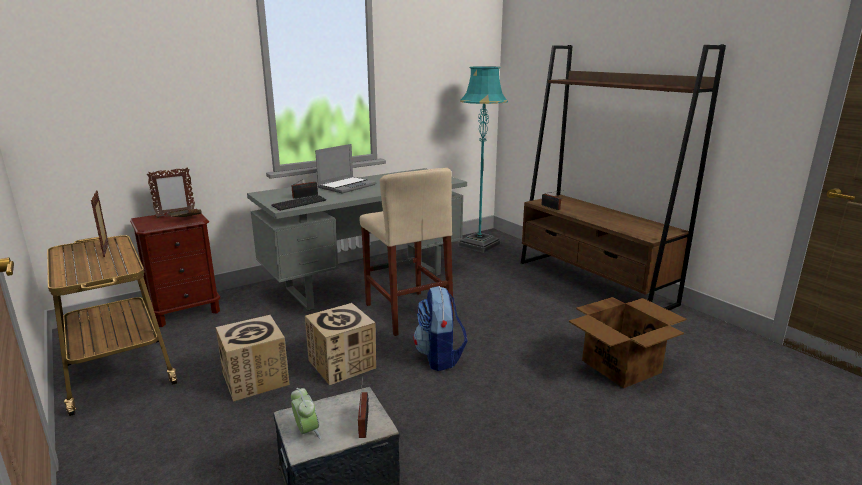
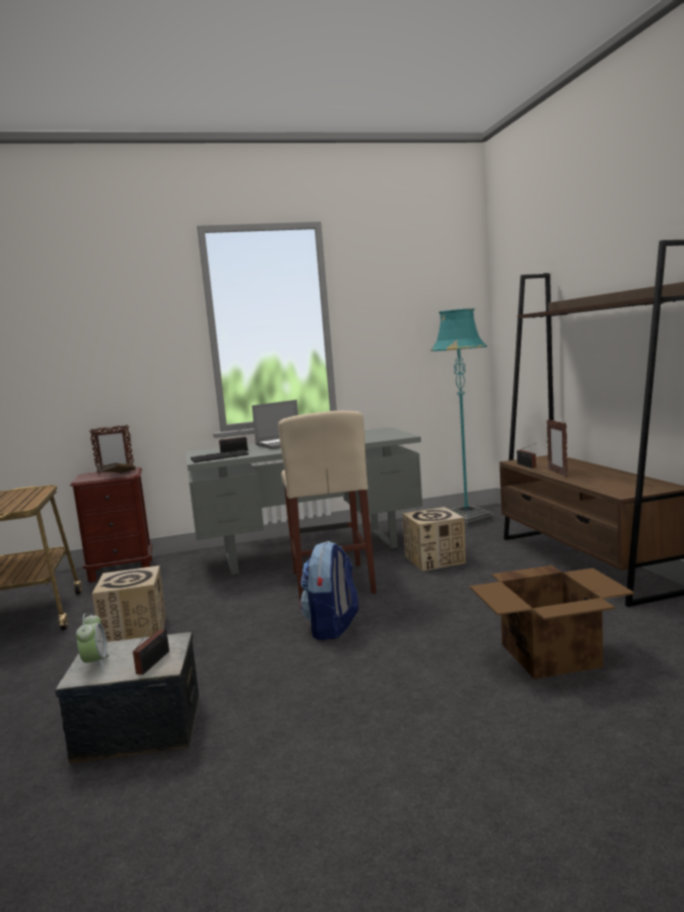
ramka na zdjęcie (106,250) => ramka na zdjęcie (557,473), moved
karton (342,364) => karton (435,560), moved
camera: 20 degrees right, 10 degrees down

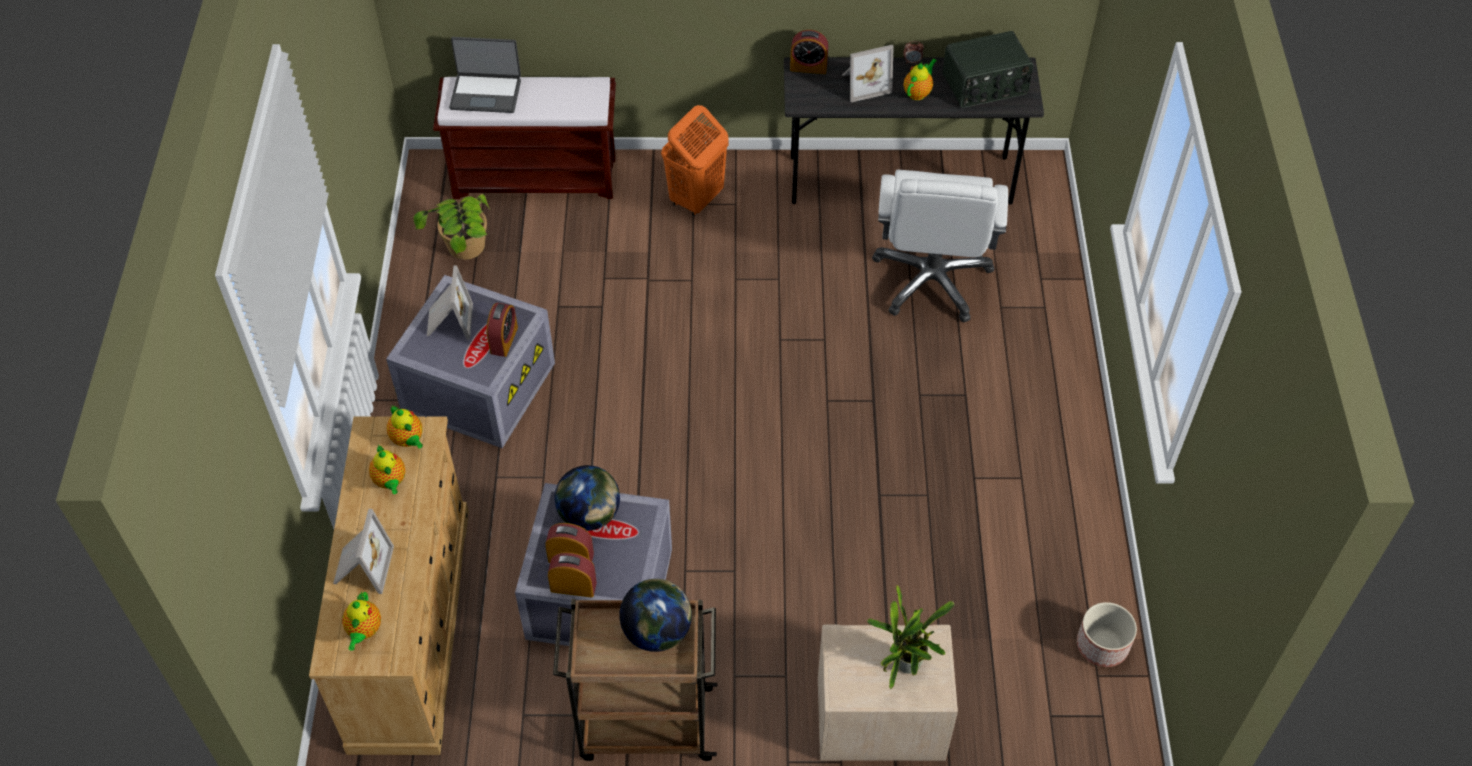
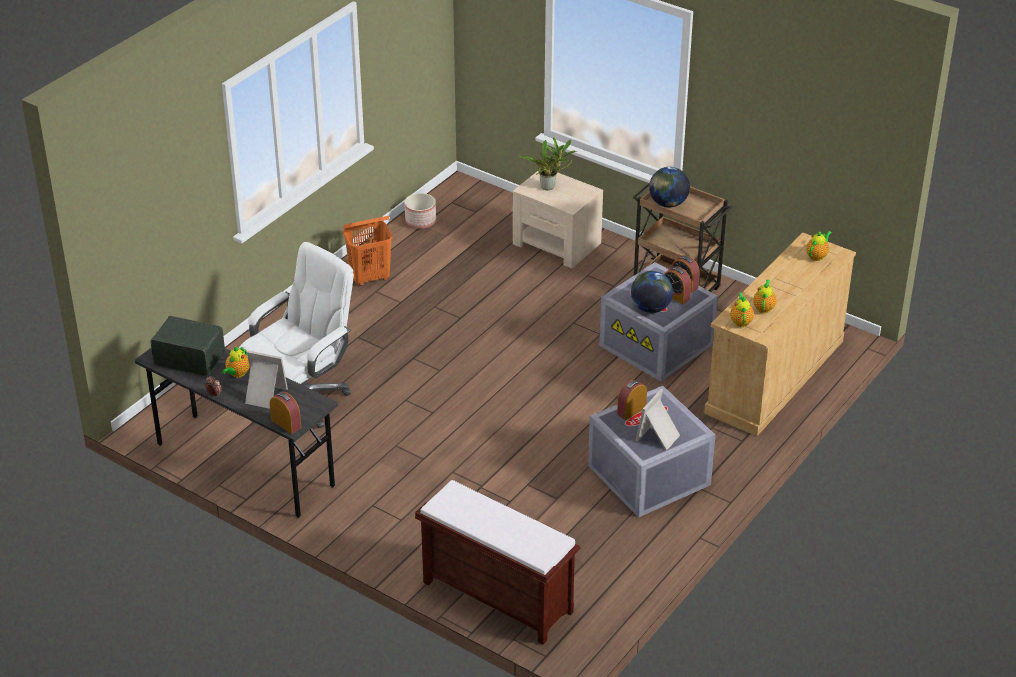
ramka na zdjęcie (361,567) => nothing
roślina doniczkowa (467,261) => nothing
laptop (486,93) => nothing
kosz na pranie (pomarańczowy) (696,199) => kosz na pranie (pomarańczowy) (370,278), moved
imbryk (918,92) => imbryk (237,374), 45 degrees counterclockwise
camera: 145 degrees left, 15 degrees down

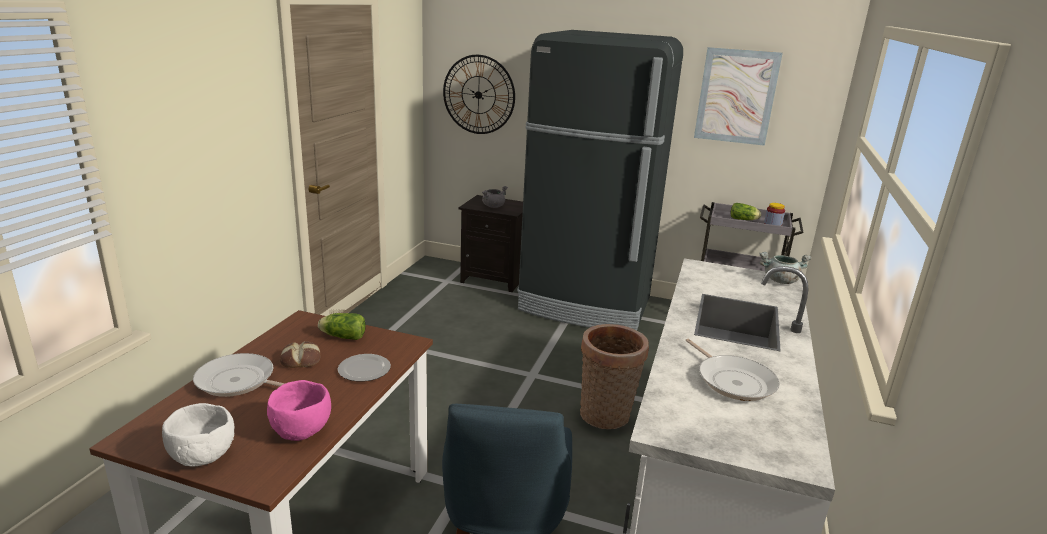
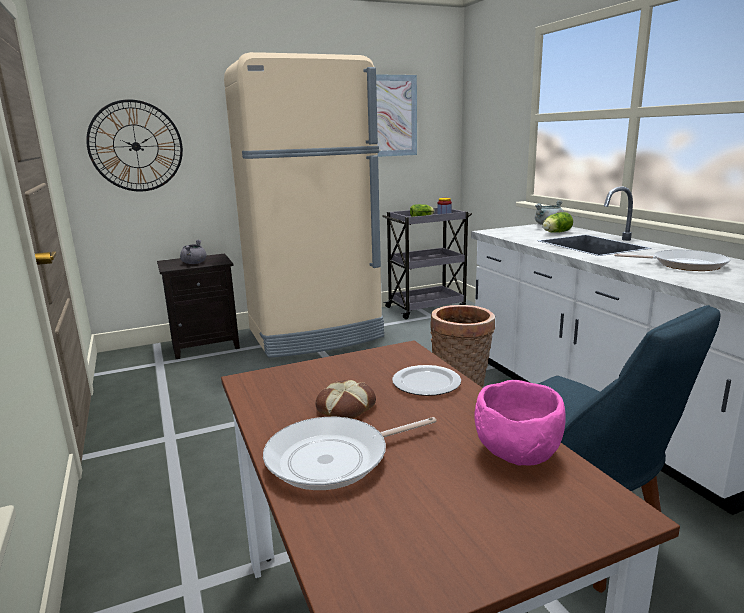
miska (biały) (201,457) => nothing
sałata (342,336) => sałata (555,232), moved
lodówka (czarny) (585,305) => lodówka (beżowy) (316,334)
camera: 40 degrees left, 5 degrees down

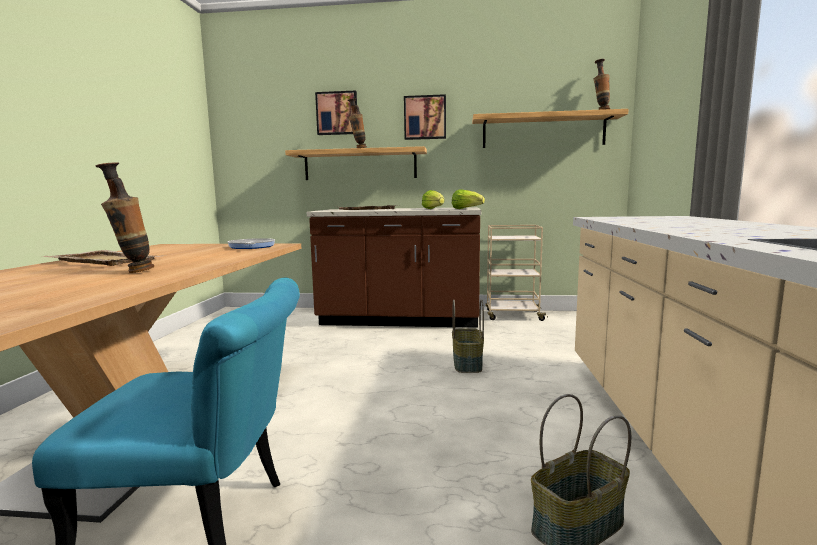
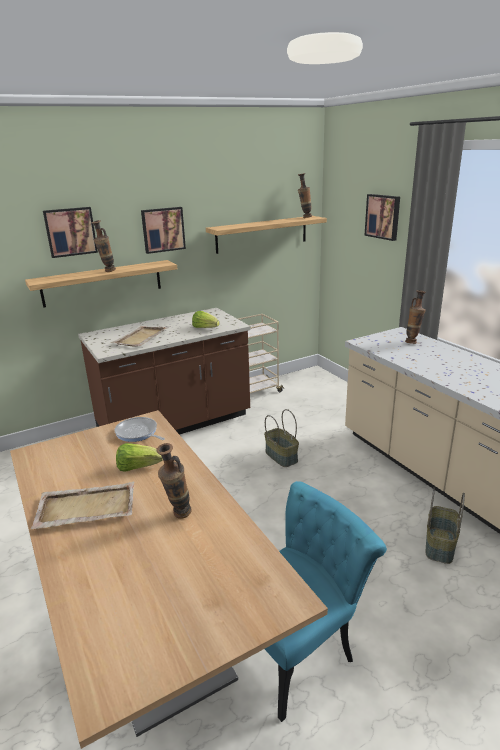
nothing => obraz (383,216)
nothing => wazon (412,342)
sałata (466,209) => sałata (138,467), moved
camera: 35 degrees left, 15 degrees up

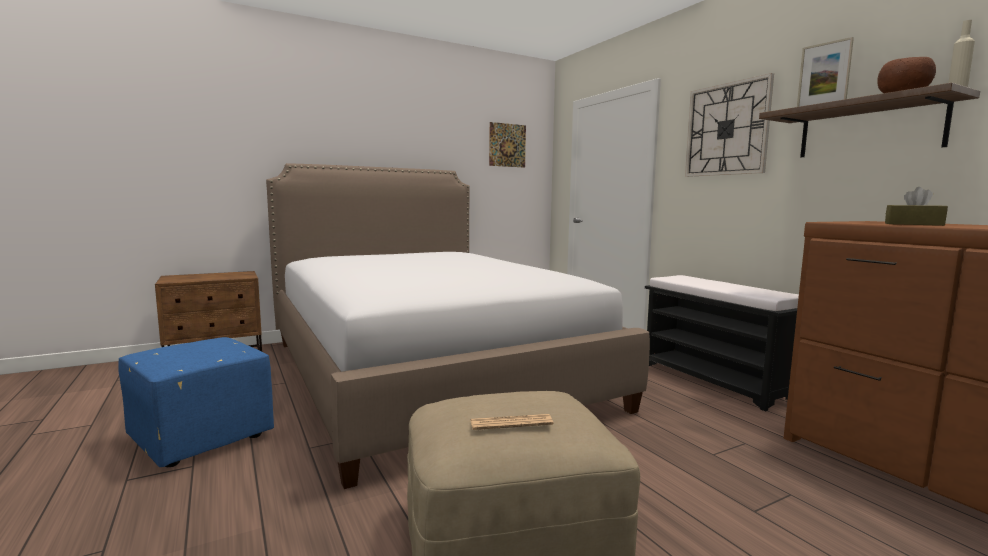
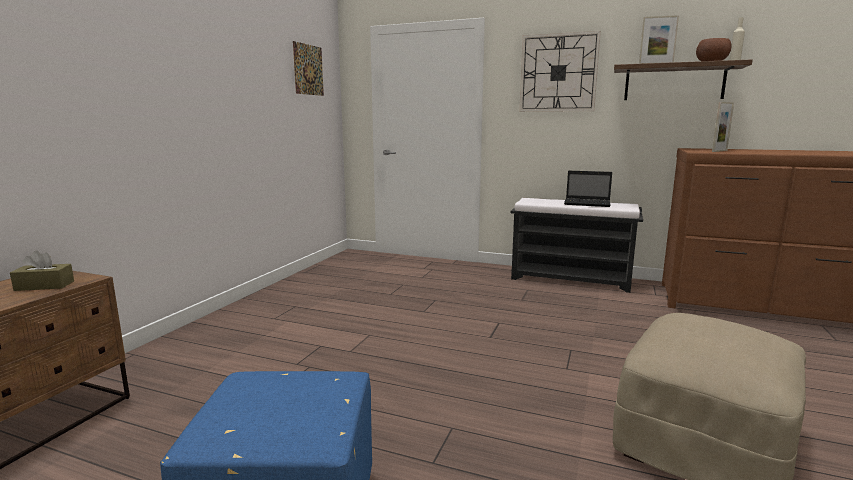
łóżko (428,372) => nothing
gazeta (511,423) => nothing
nothing => laptop (588,204)
nothing => ramka na zdjęcie (719,151)
pudełko chusteczek (brązowy) (913,224) => pudełko chusteczek (brązowy) (44,286), moved
camera: 40 degrees left, 5 degrees up

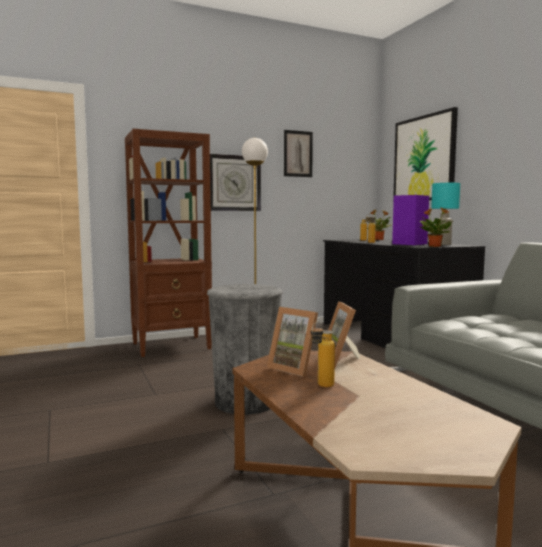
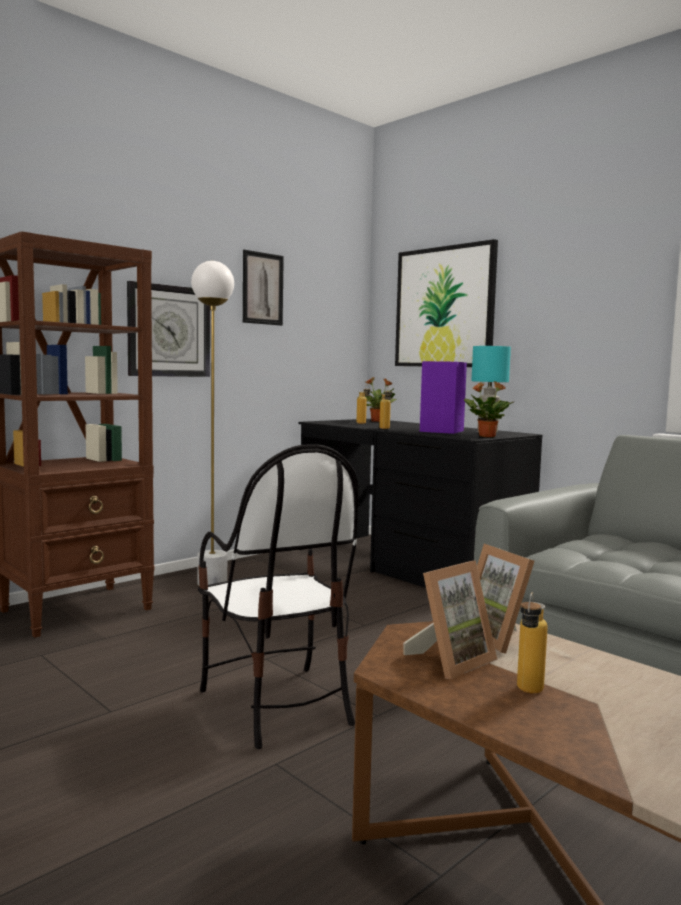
kosz na śmieci (szary) (245,402) => krzesło (276,704)
ramka na zdjęcie (295,368) => ramka na zdjęcie (450,661), 60 degrees counterclockwise
camera: 20 degrees left, 0 degrees up

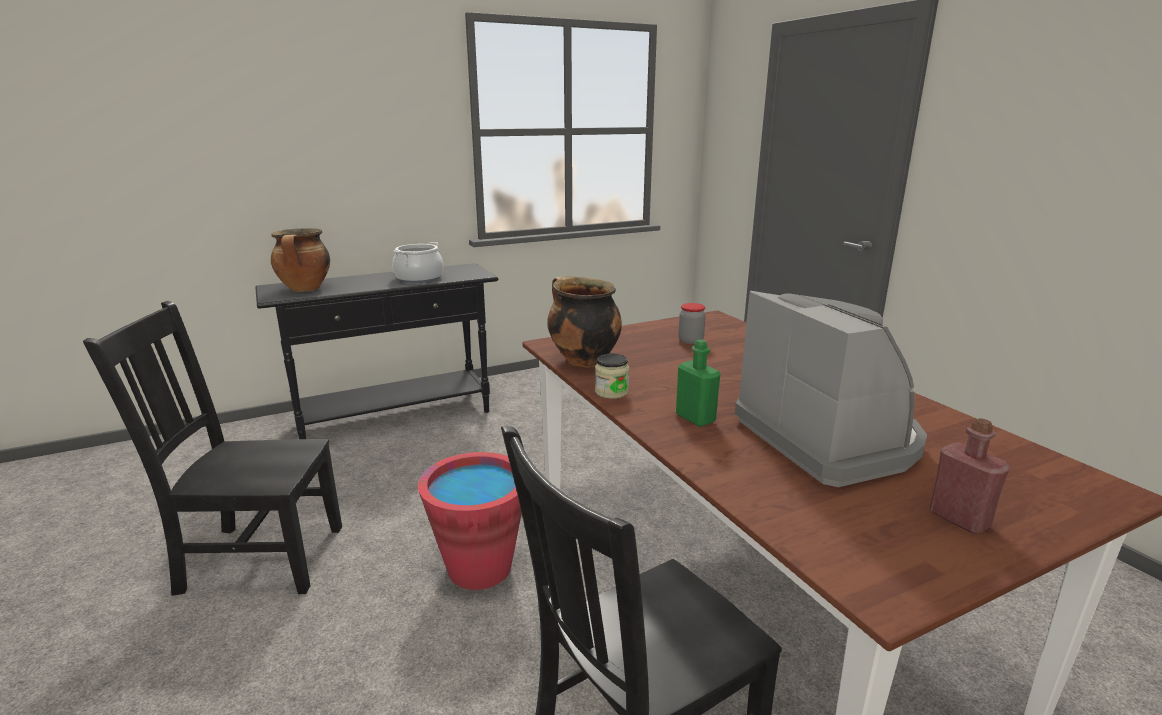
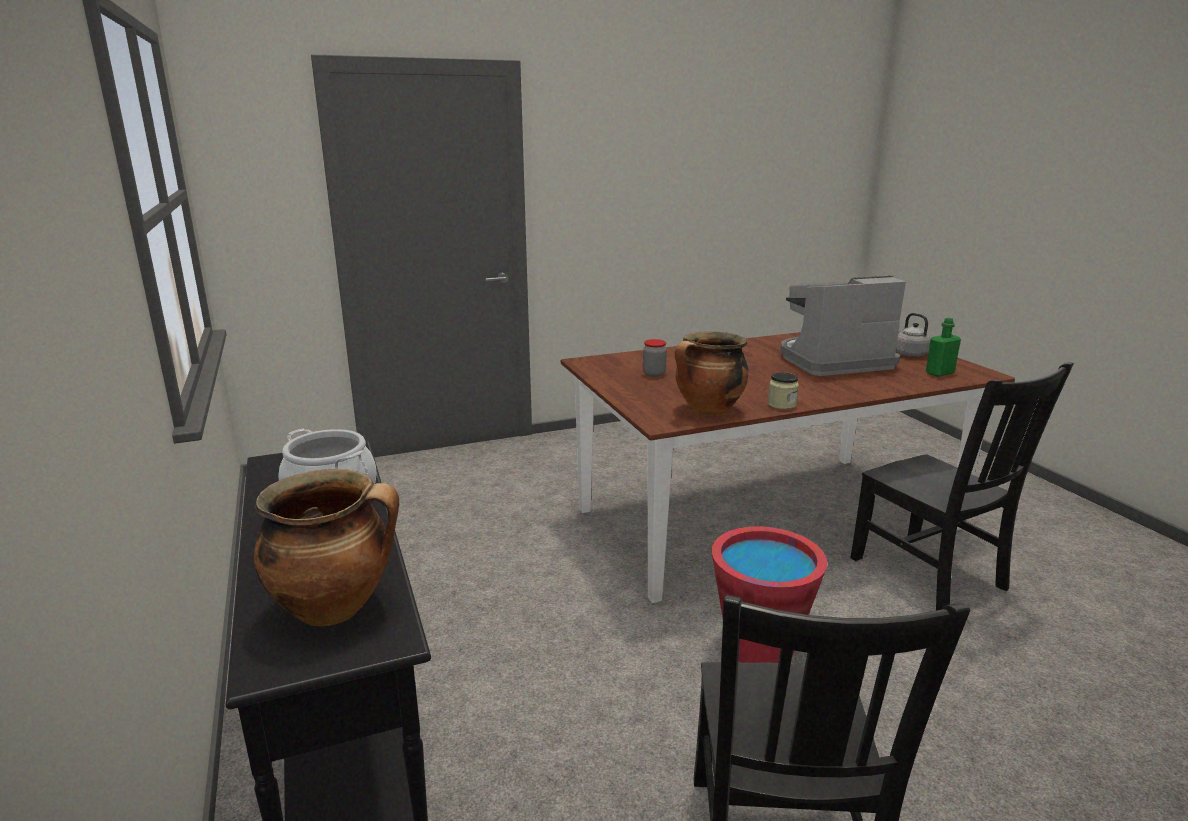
butelka (zielony) (695,418) => butelka (zielony) (939,373), moved
butelka (czerwony) (959,519) => czajnik (szary) (909,354)
camera: 85 degrees left, 0 degrees up

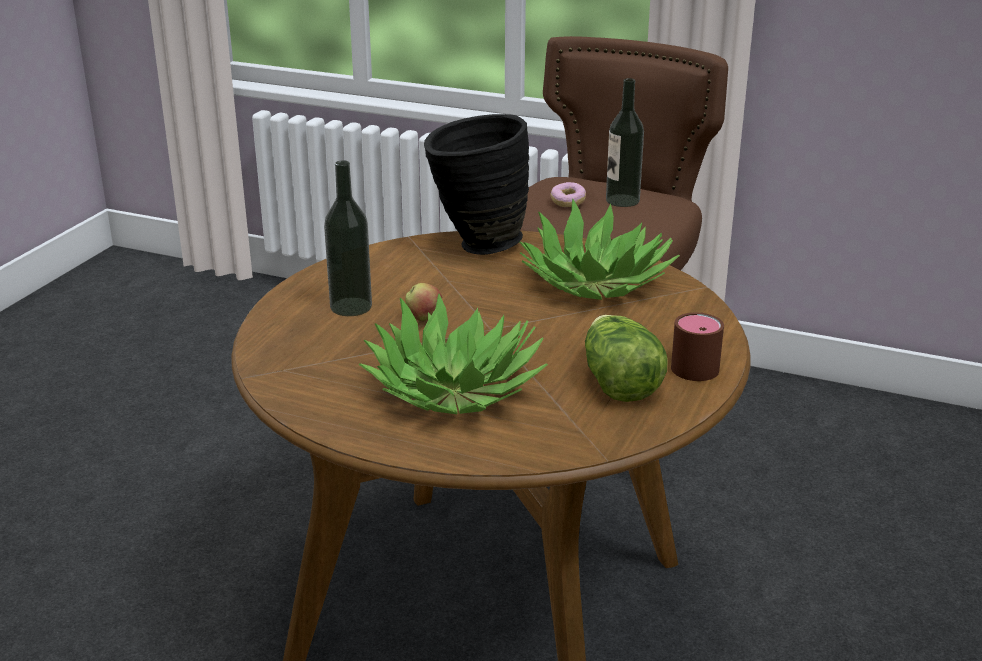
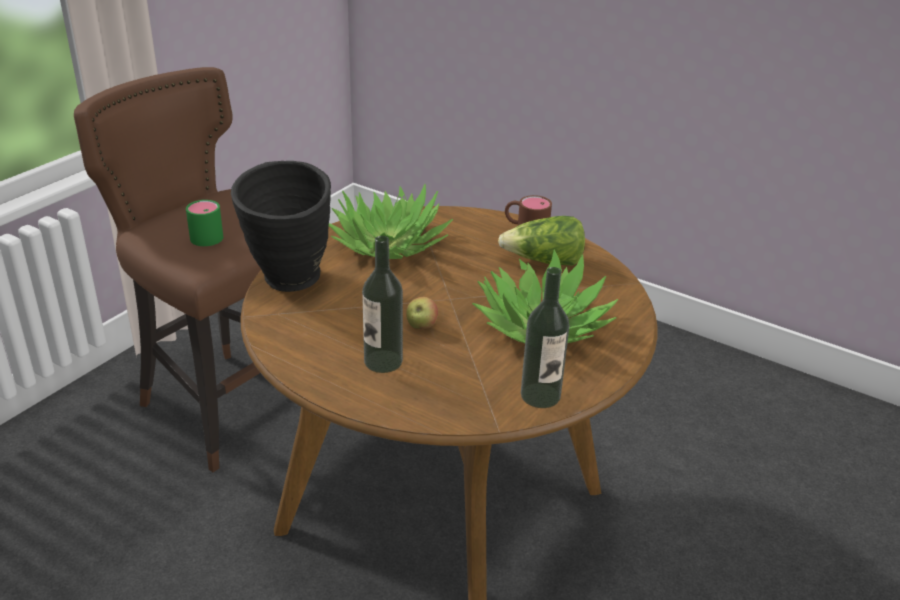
butelka (622,200) => butelka (540,395), moved
donut (567,202) => kubek (zielony) (206,234)
camera: 80 degrees left, 5 degrees up

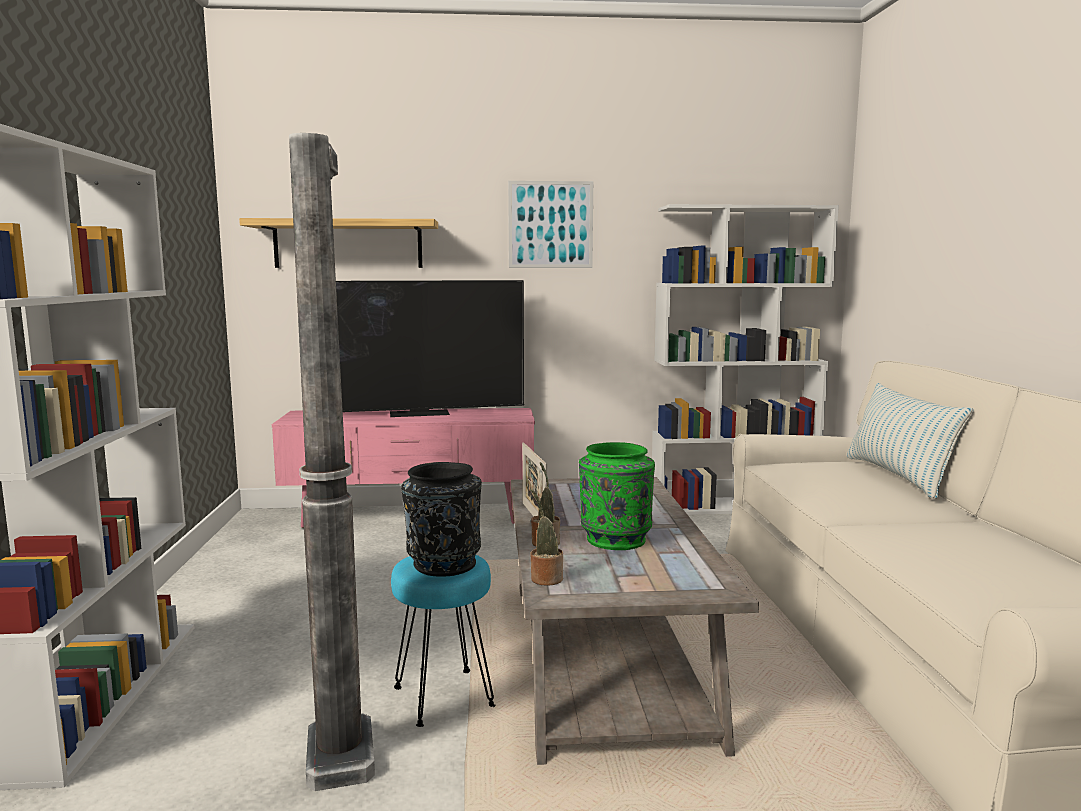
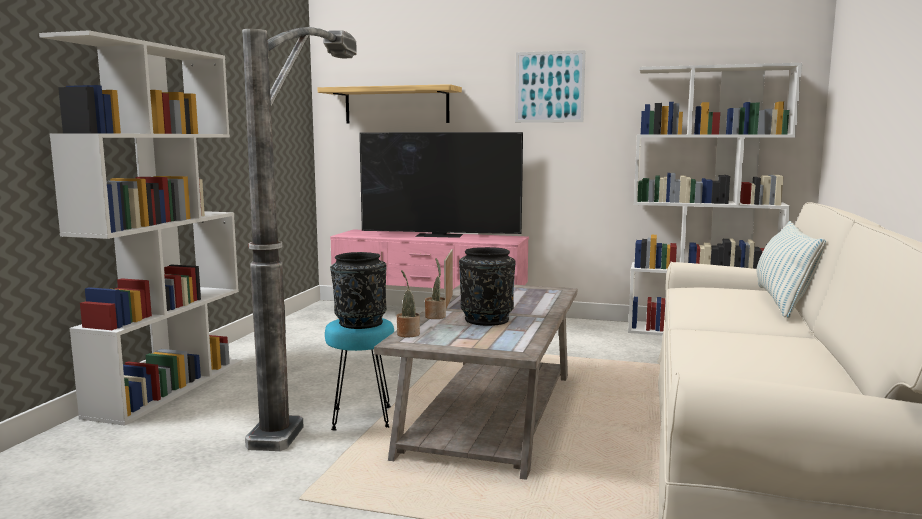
wazon (zielony) (615,539) => wazon (czarny) (486,319)
camera: 20 degrees right, 0 degrees up

